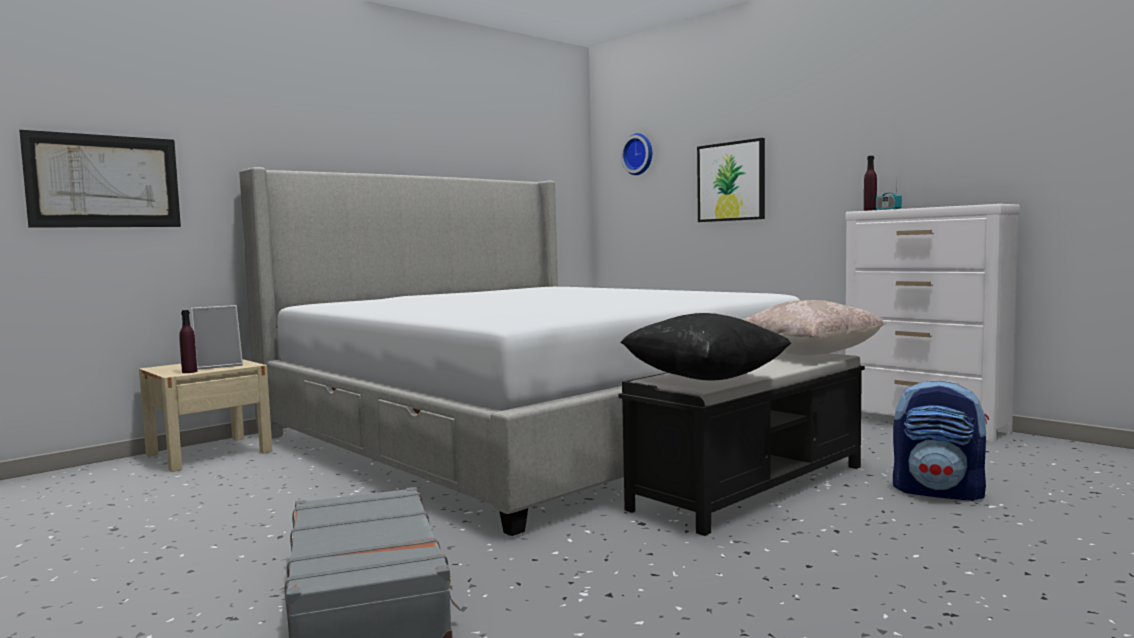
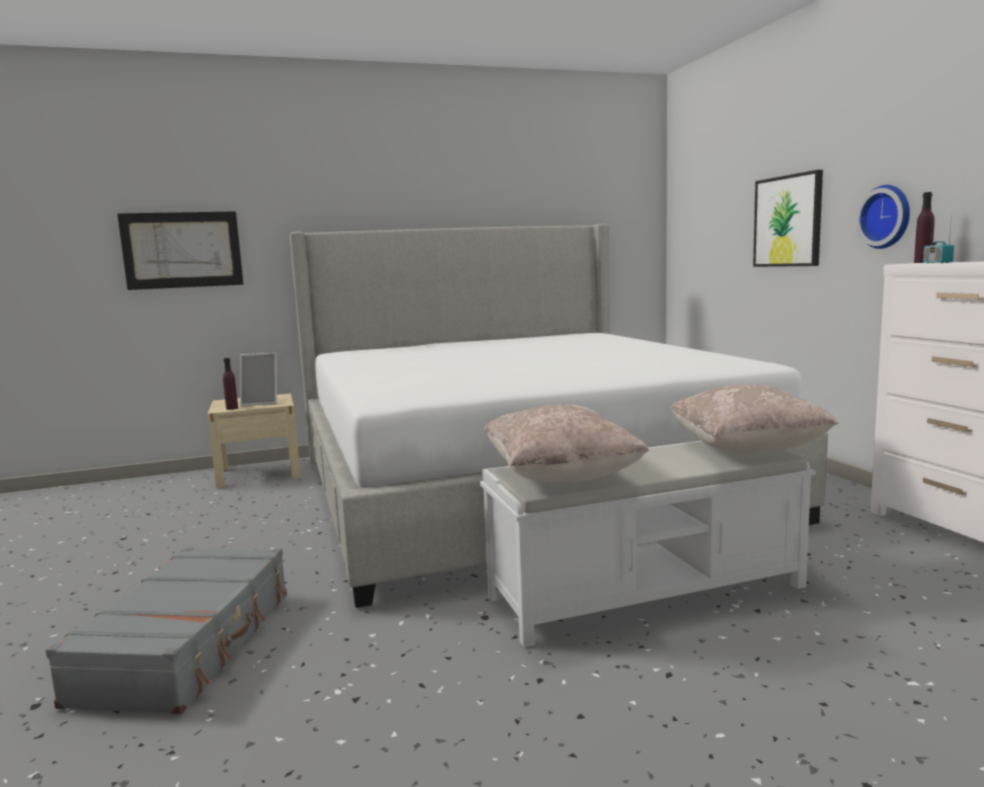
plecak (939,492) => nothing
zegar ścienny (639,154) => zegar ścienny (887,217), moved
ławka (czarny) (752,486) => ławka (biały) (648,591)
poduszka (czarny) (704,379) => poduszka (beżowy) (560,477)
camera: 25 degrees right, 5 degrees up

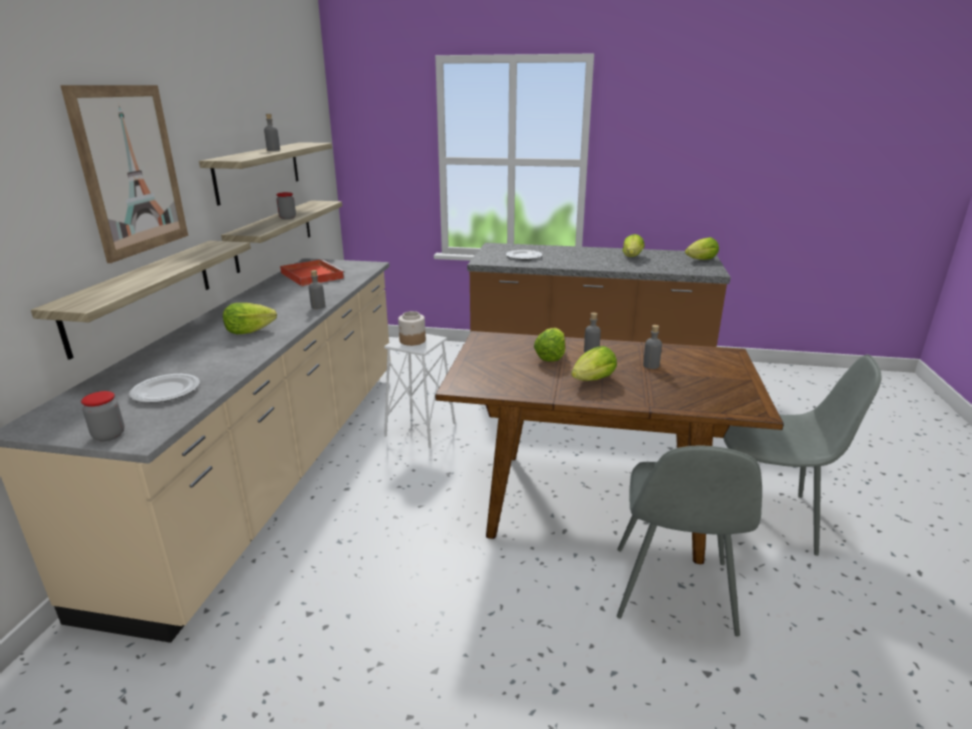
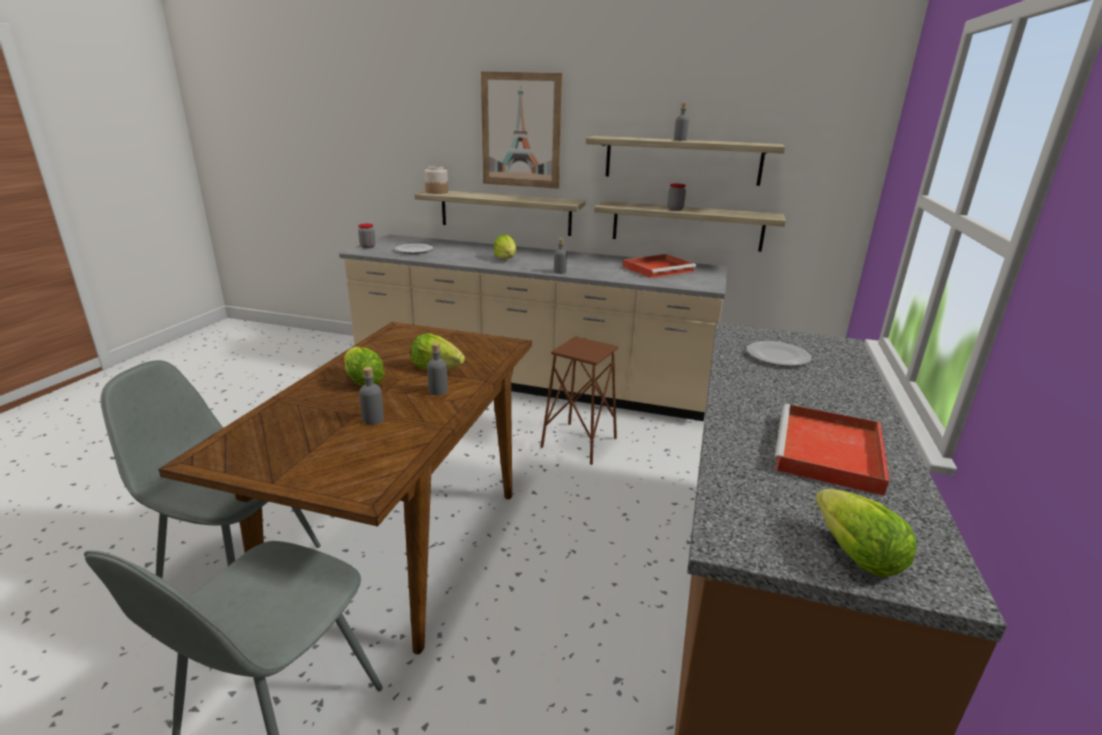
słoik (412,341) => słoik (436,192), moved
sałata (632,257) => taca (czerwony) (829,453)
stołek (biały) (420,430) => stołek (brązowy) (579,443)
camera: 95 degrees right, 0 degrees up

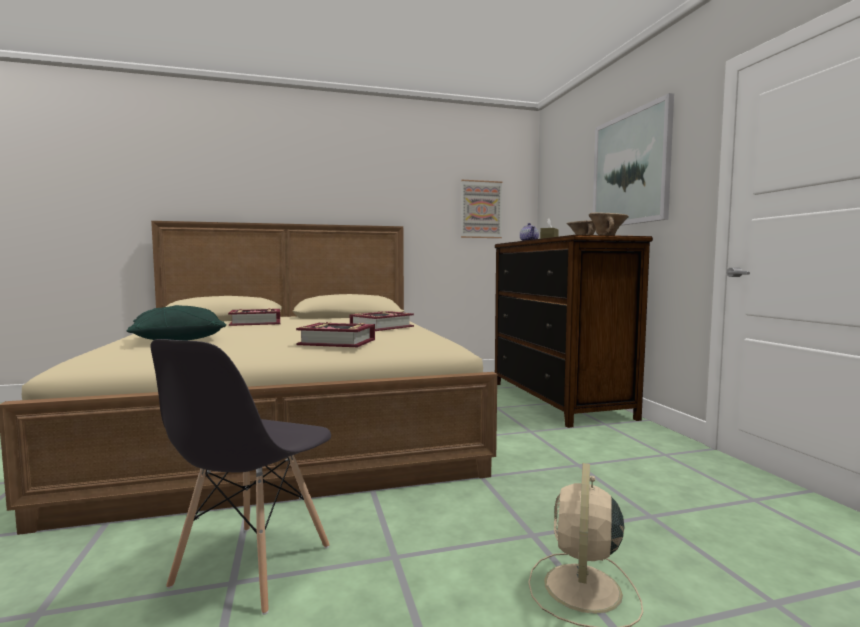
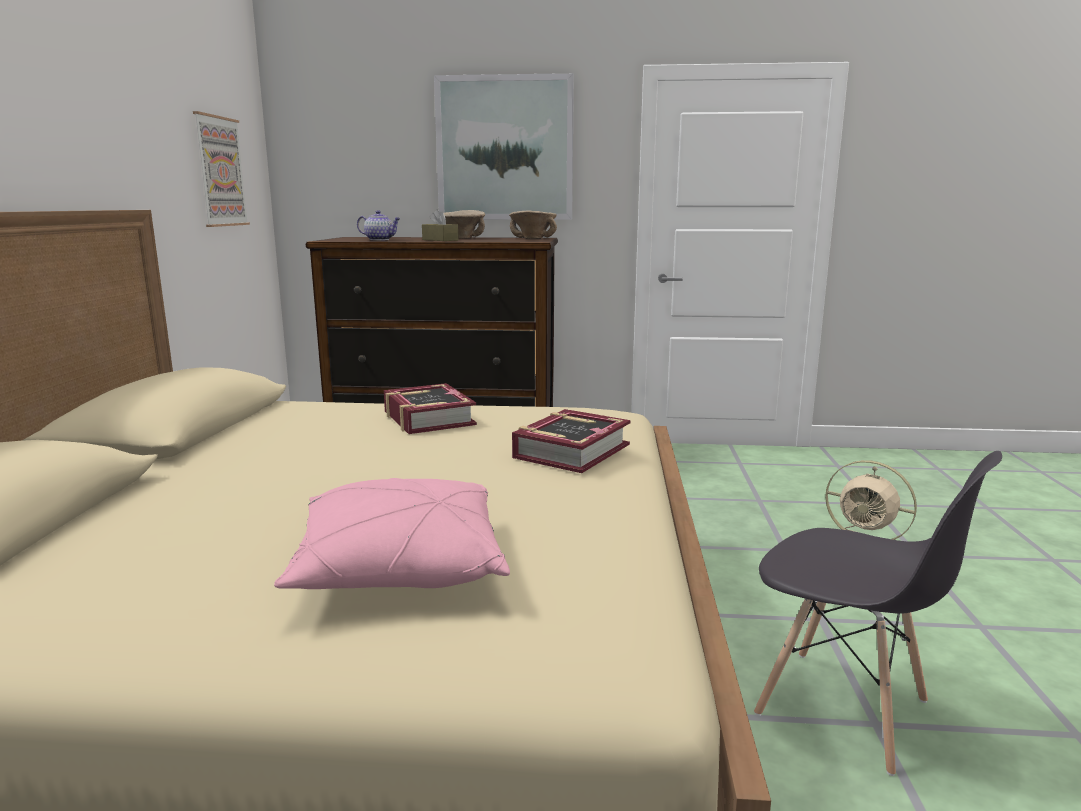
książka (255,323) => nothing
poduszka (zielony) (178,339) => poduszka (różowy) (399,567)
camera: 70 degrees left, 10 degrees up

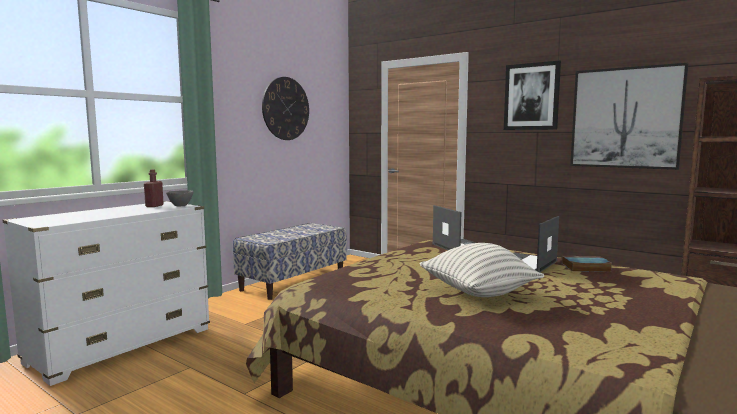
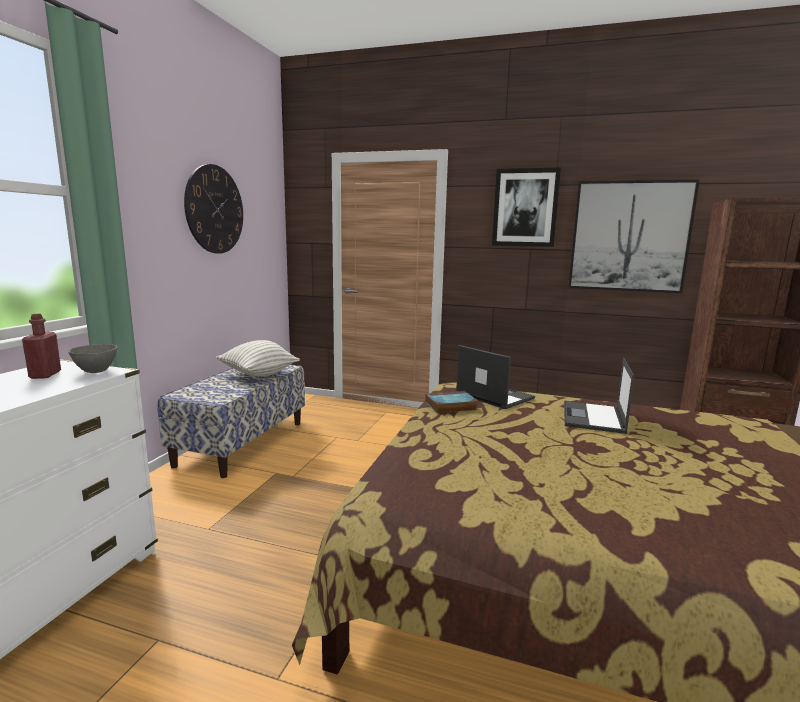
poduszka (478,293) => poduszka (258,375), moved
książka (585,267) => książka (450,406), moved
camera: 20 degrees left, 5 degrees up

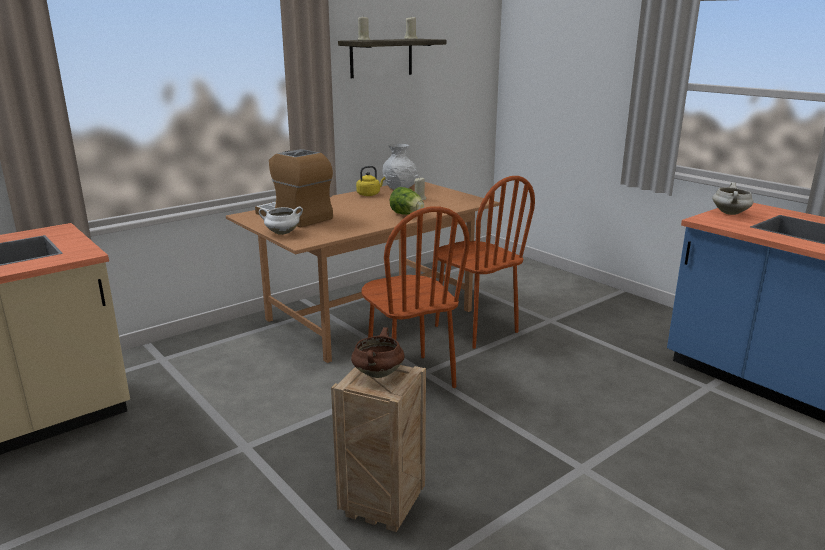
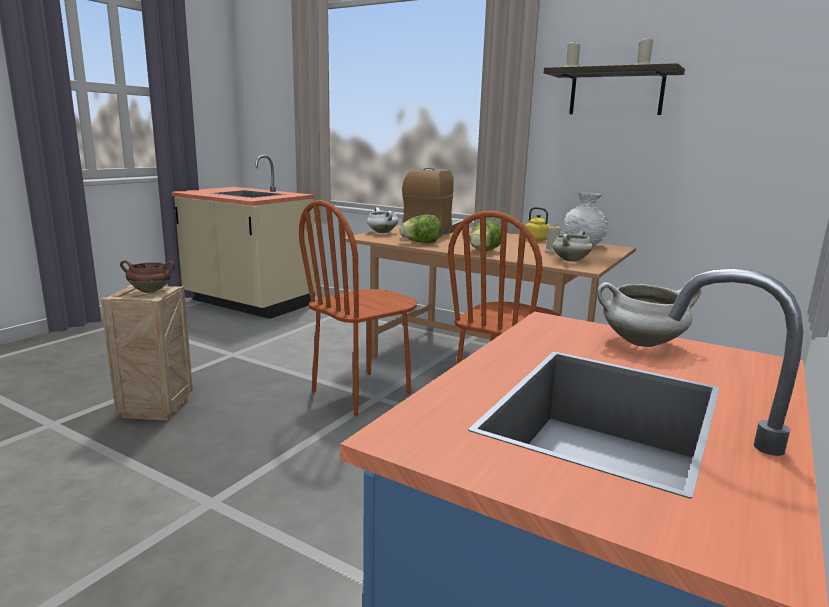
nothing => sałata (421,243)
nothing => garnek (biały) (570,260)
camera: 70 degrees right, 5 degrees down

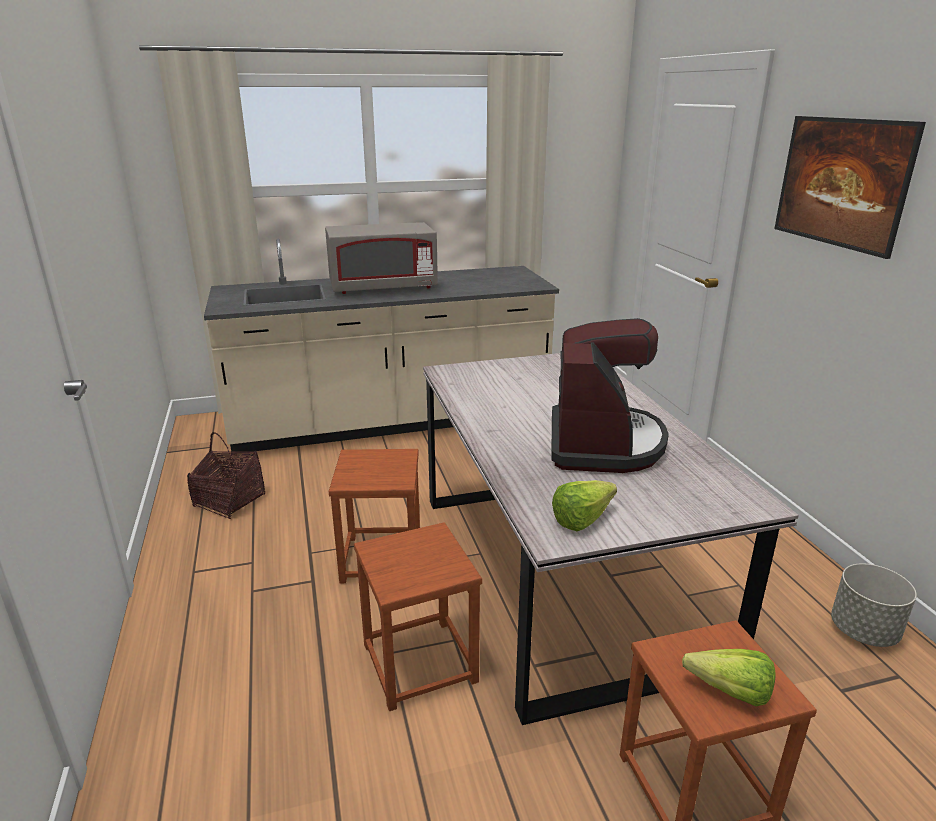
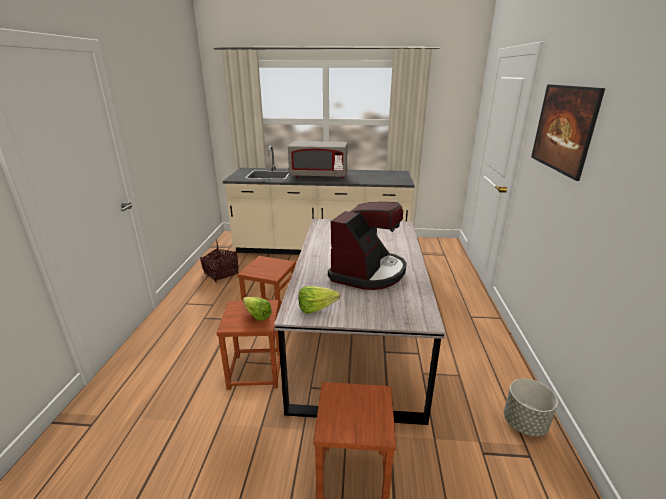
sałata (723,689) => sałata (256,314), moved
camera: 20 degrees right, 0 degrees up

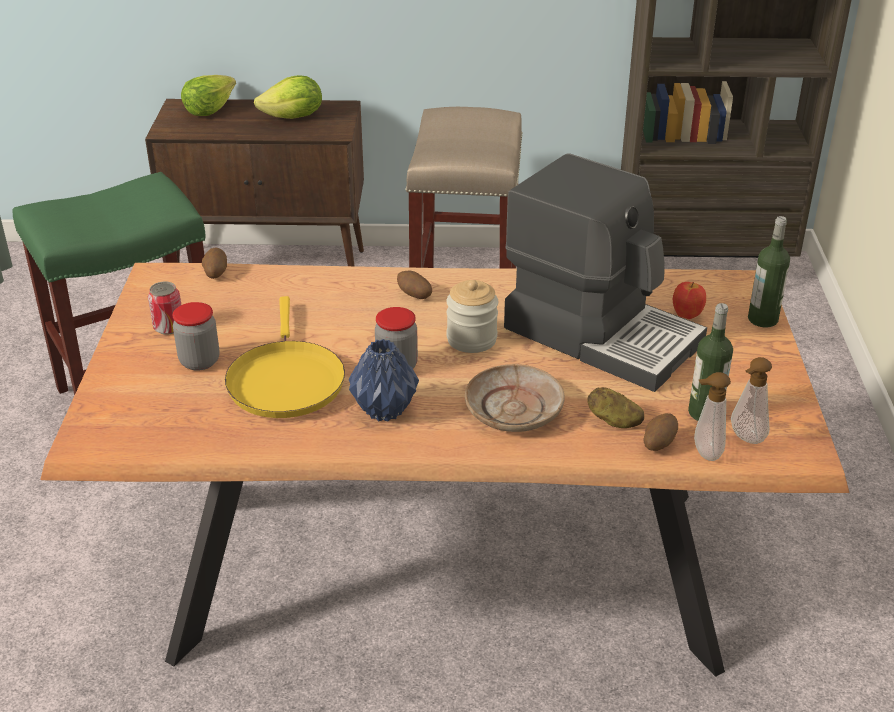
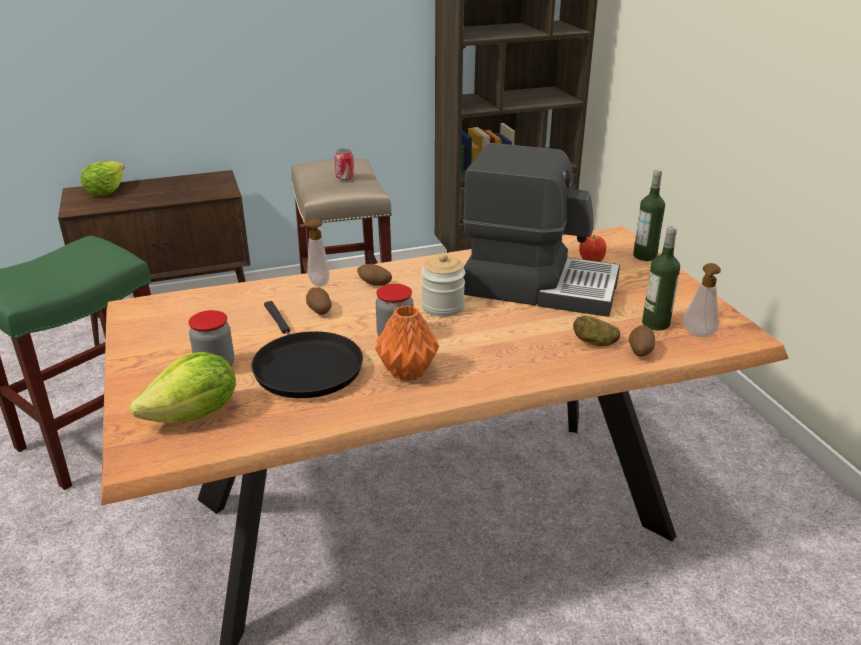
talerz (beżowy) (514,409) => nothing
puszka (169,327) => puszka (345,177), moved
ziemniak (215,273) => ziemniak (319,311), moved
sałata (293,117) => sałata (195,415), moved
dozownik mydła (704,453) => dozownik mydła (317,284), moved
patelnia (żółty) (285,380) => patelnia (czarny) (304,366)
wazon (niebieski) (384,411) => wazon (pomarańczowy) (407,373)
camera: 20 degrees left, 5 degrees down

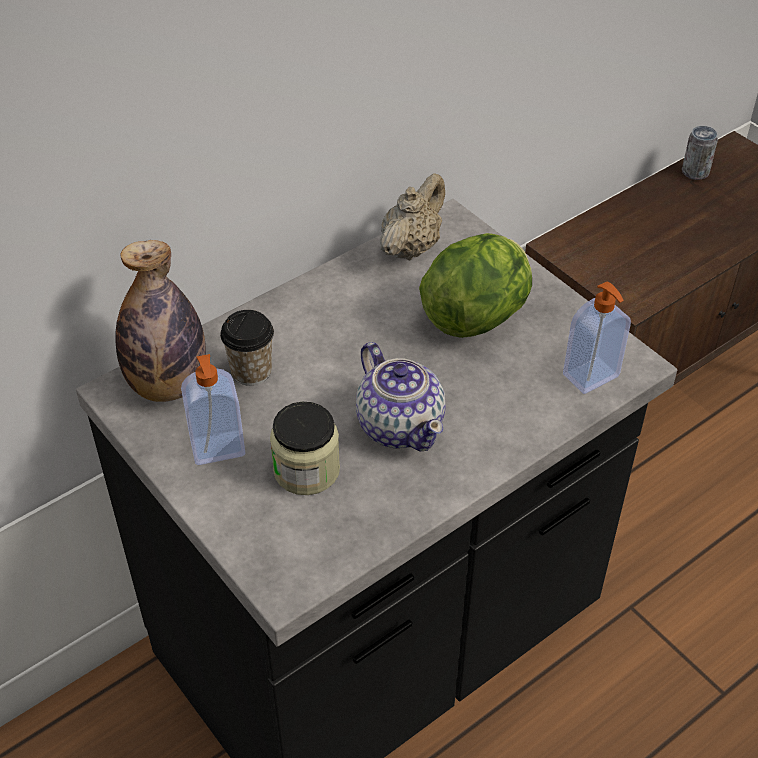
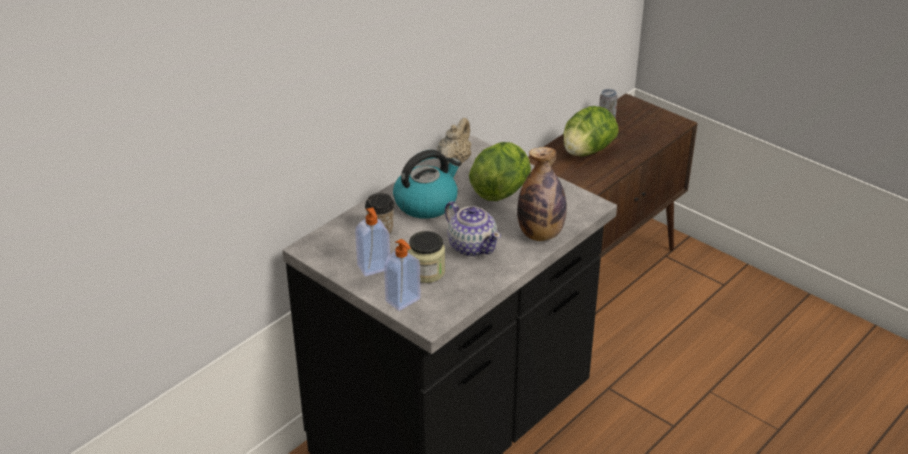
nothing => czajnik (426,203)
nothing => sałata (587,151)
butelka (168,385) => butelka (540,234), moved
dozownik mydła (592,377) => dozownik mydła (403,301), moved
camera: 10 degrees left, 10 degrees down

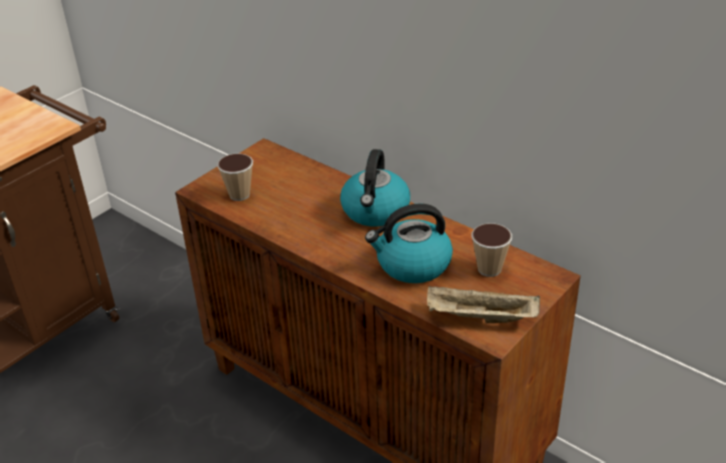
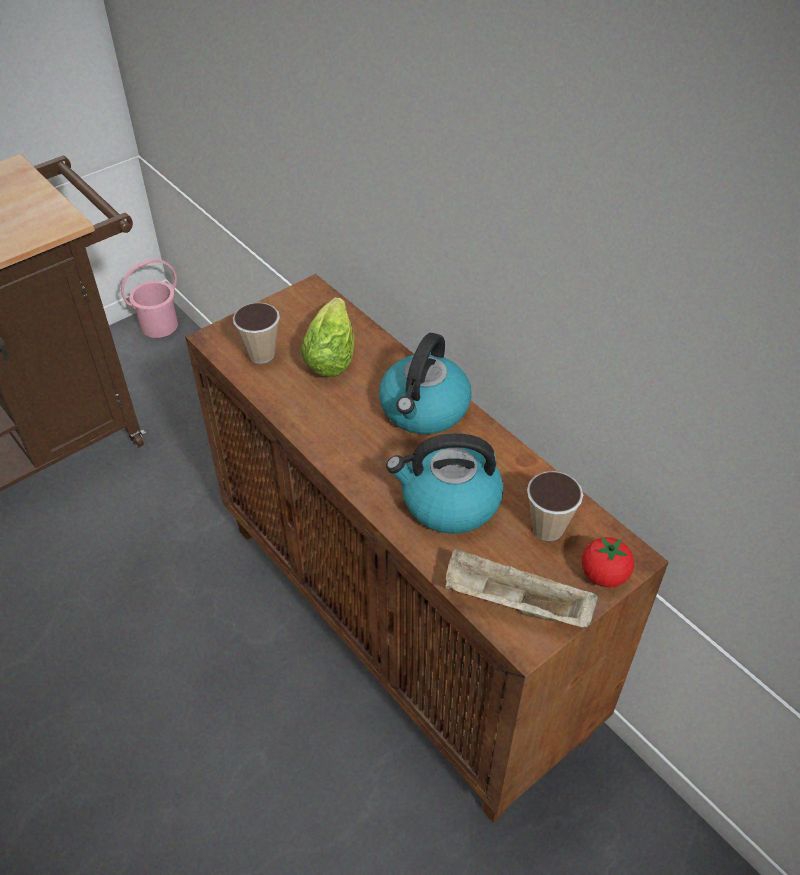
nothing => wiadro (różowy) (160,326)
nothing => sałata (332,351)
nothing => pomidor (604,575)
camera: 10 degrees right, 10 degrees up

